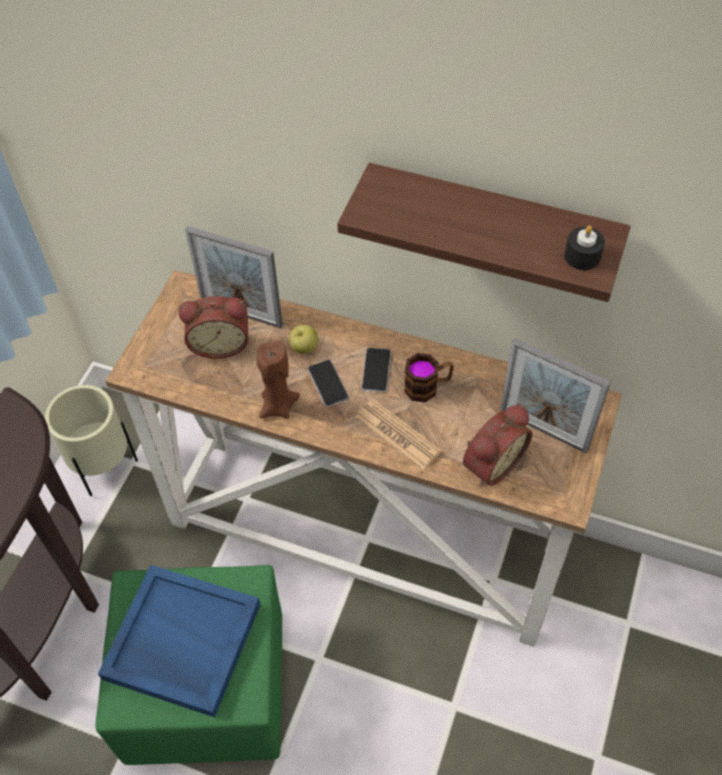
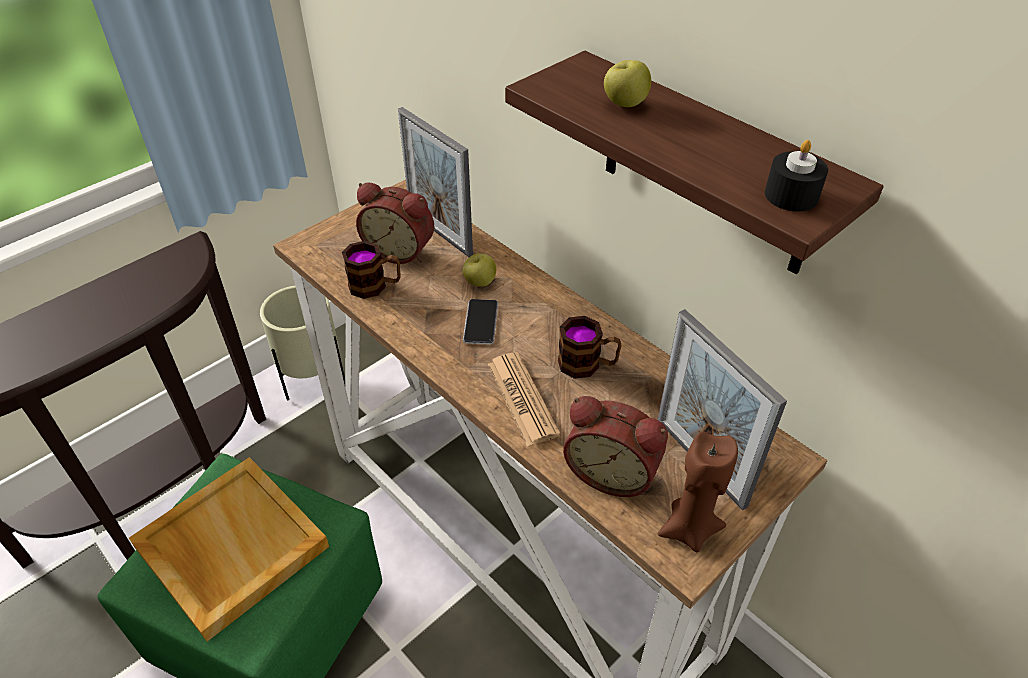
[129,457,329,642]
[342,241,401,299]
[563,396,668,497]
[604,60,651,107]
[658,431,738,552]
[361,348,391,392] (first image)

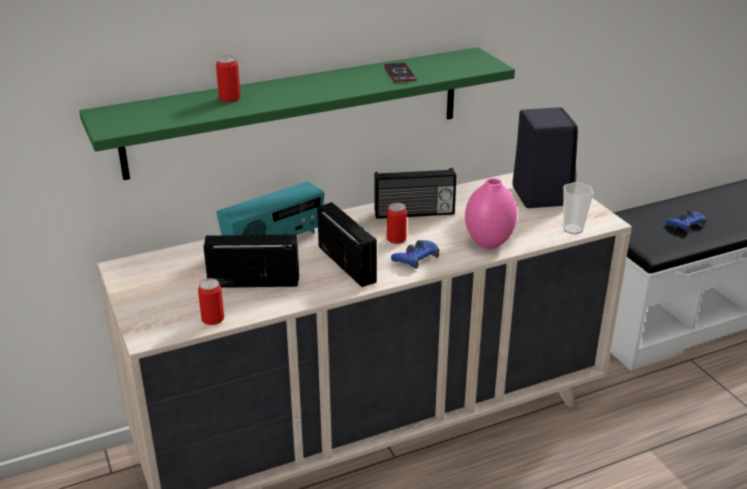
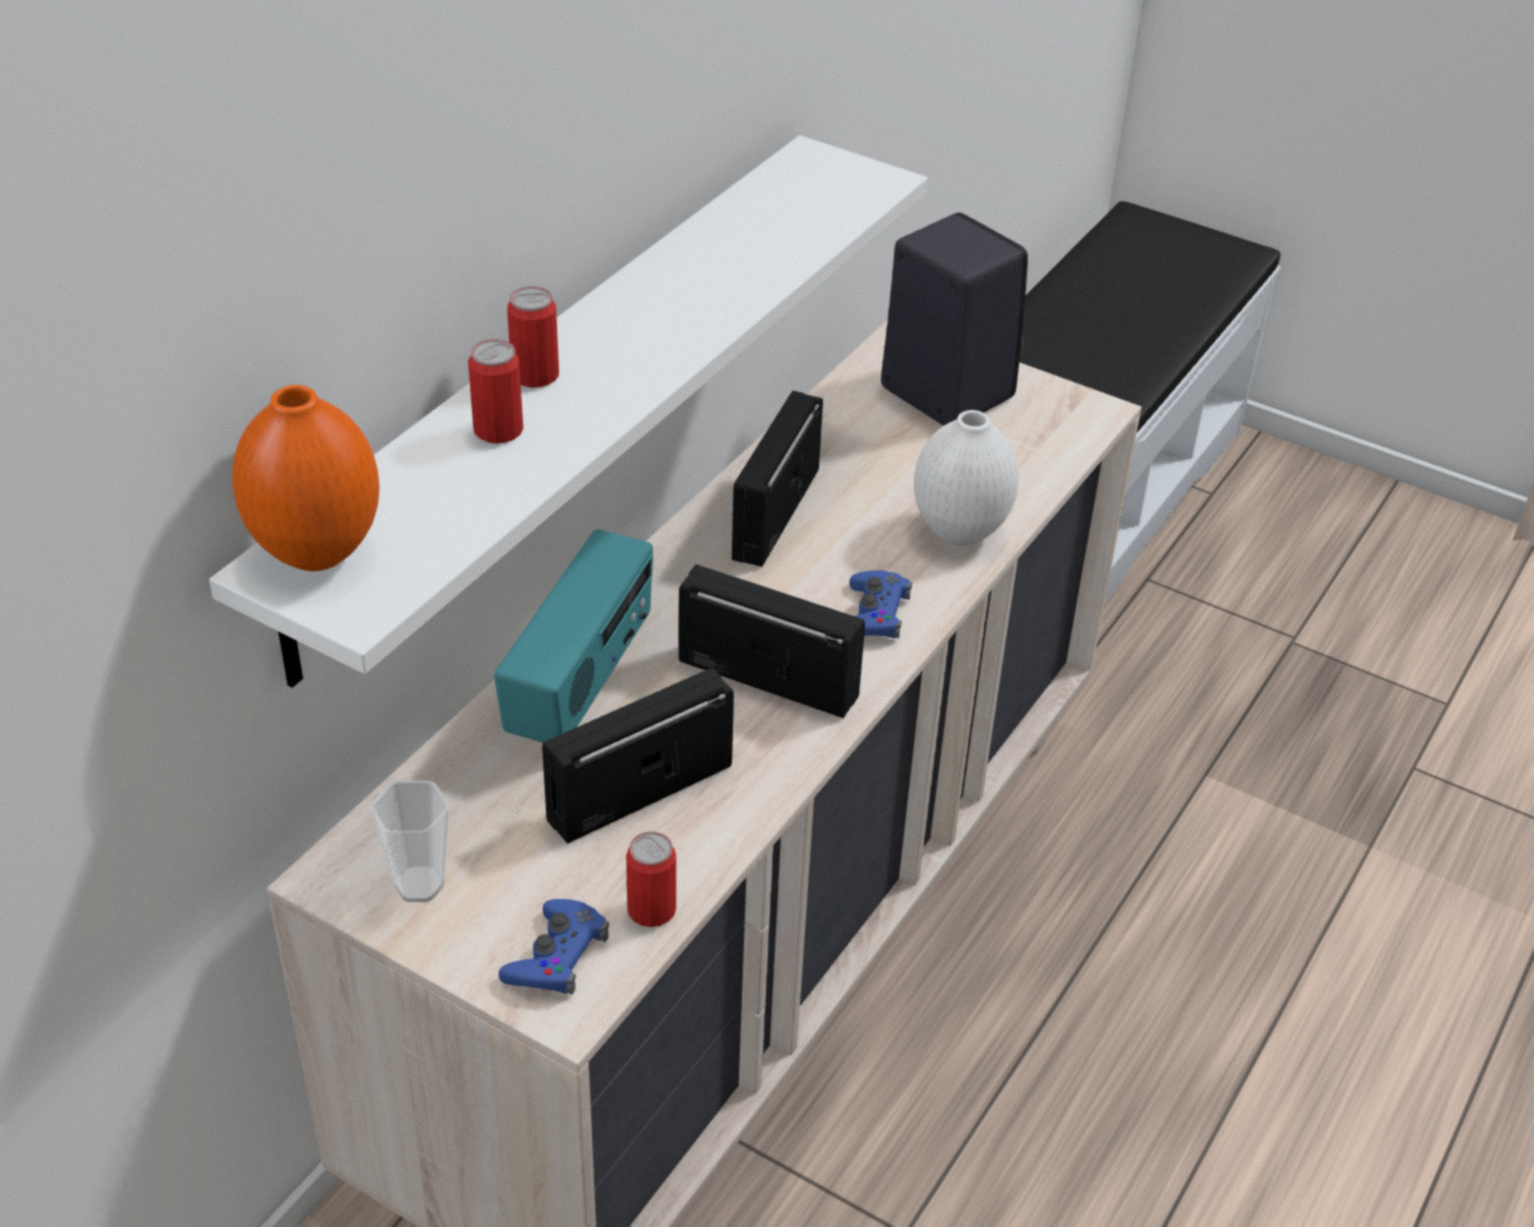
[209,135,928,688]
[232,385,379,571]
[370,781,449,902]
[499,899,609,995]
[507,286,559,387]
[730,390,823,567]
[914,410,1019,546]
[384,63,417,82] (first image)

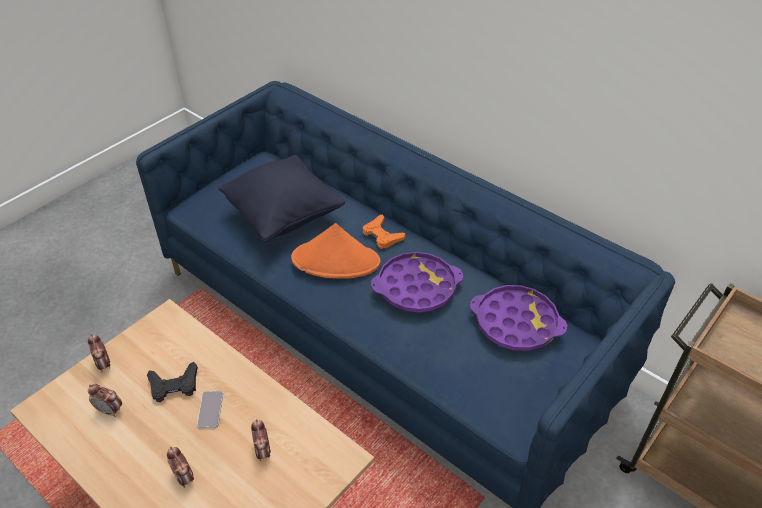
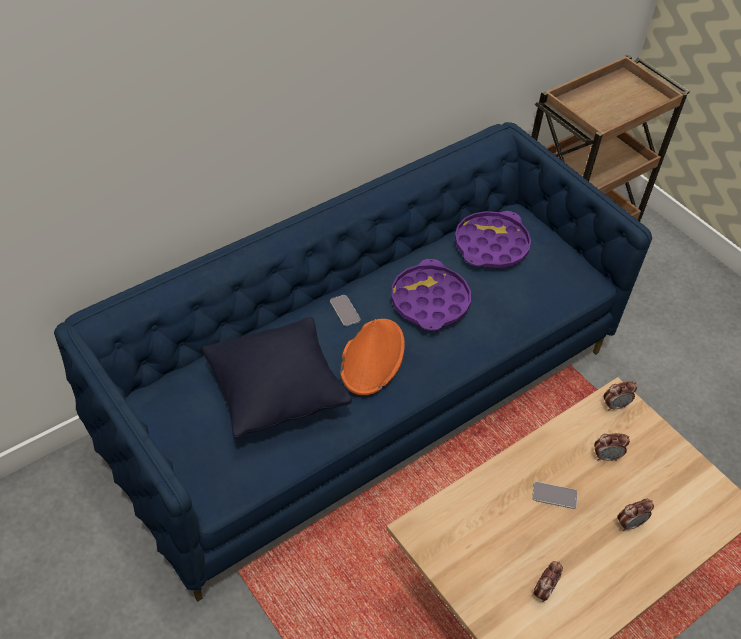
[330,295,361,326]
[603,381,637,411]
[147,361,198,402] (first image)

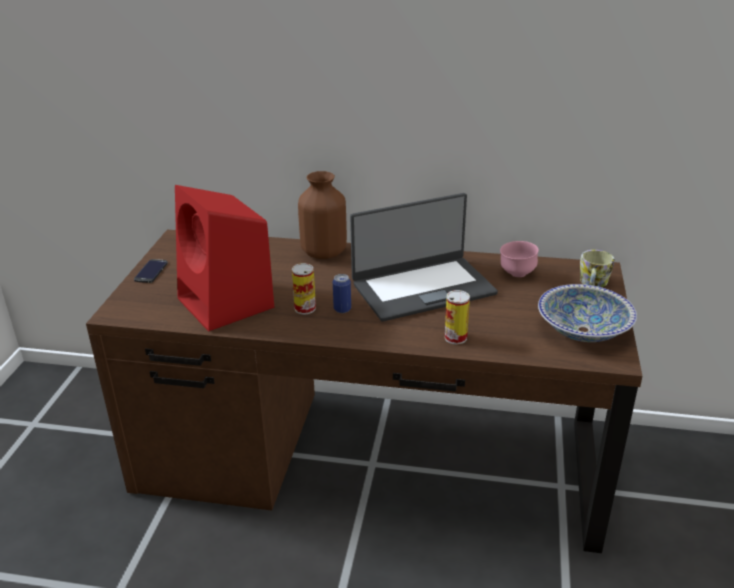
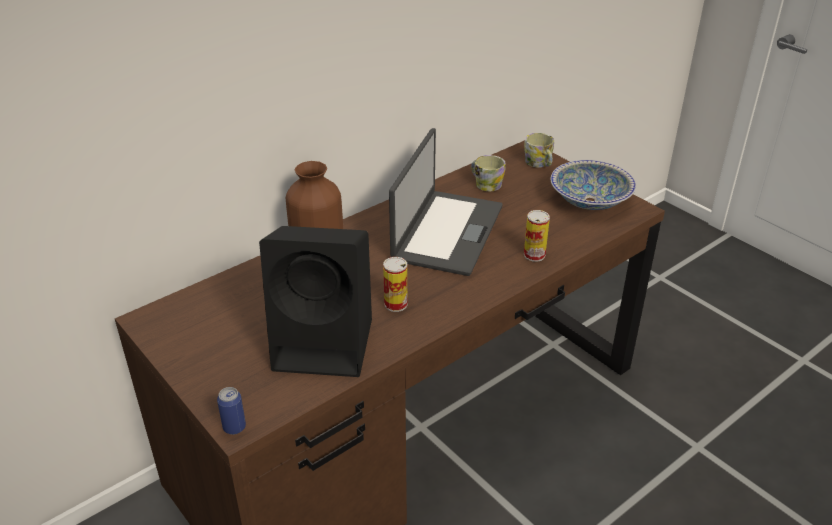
[217,387,246,435]
[259,226,372,377]
[471,155,505,191]
[134,259,168,283] (first image)

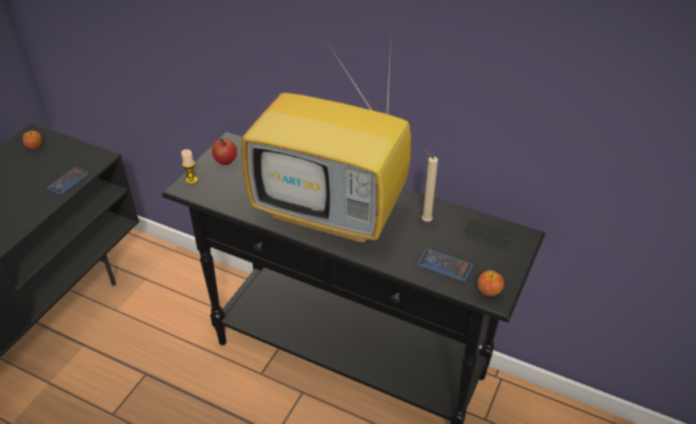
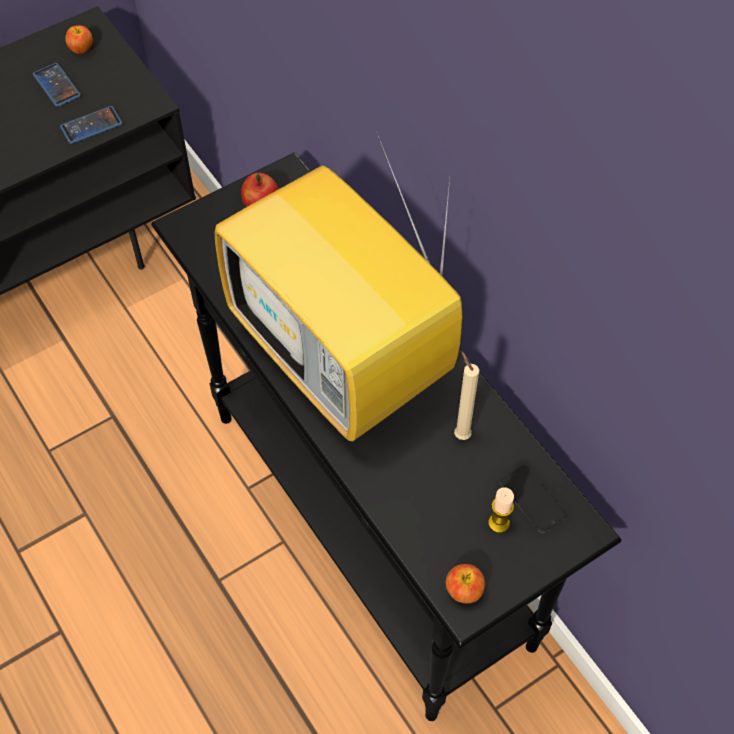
[33,63,81,107]
[488,487,514,533]

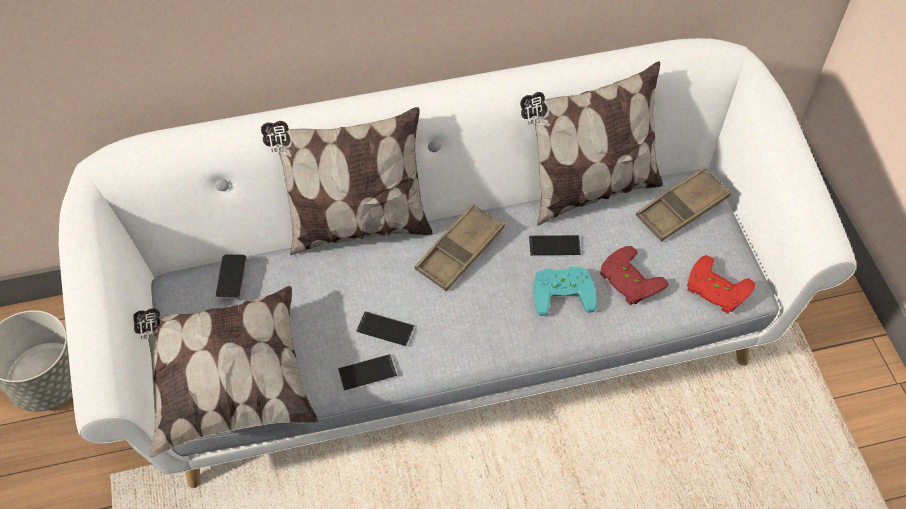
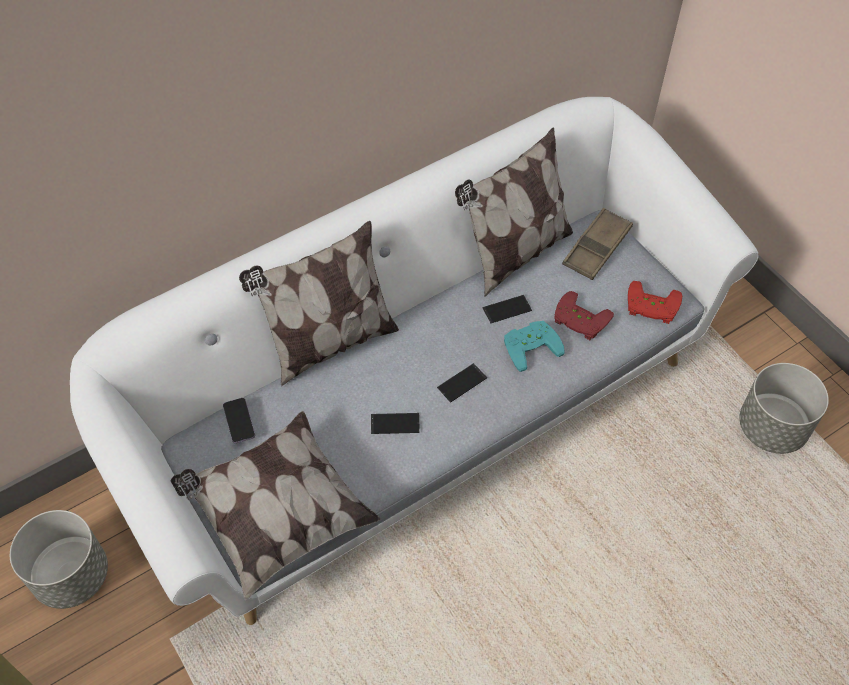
[437,363,487,403]
[739,363,829,454]
[415,204,504,291] (first image)

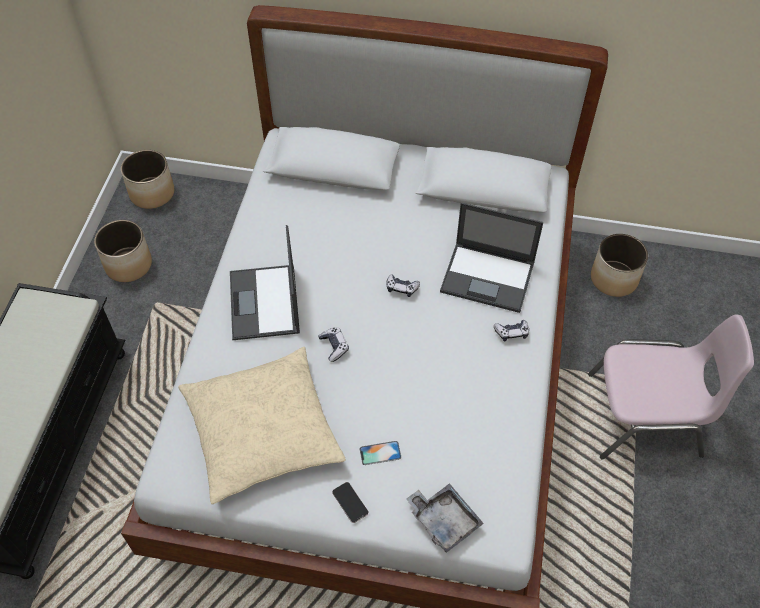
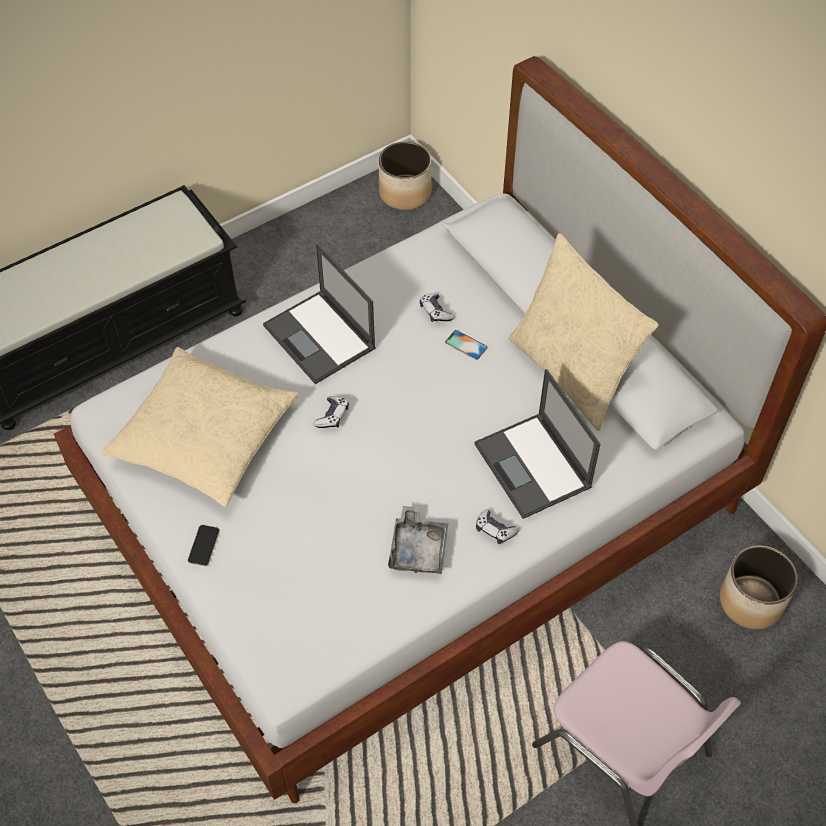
[263,244,376,384]
[388,506,448,574]
[420,293,454,322]
[445,330,488,360]
[509,233,658,431]
[94,220,152,282] (first image)

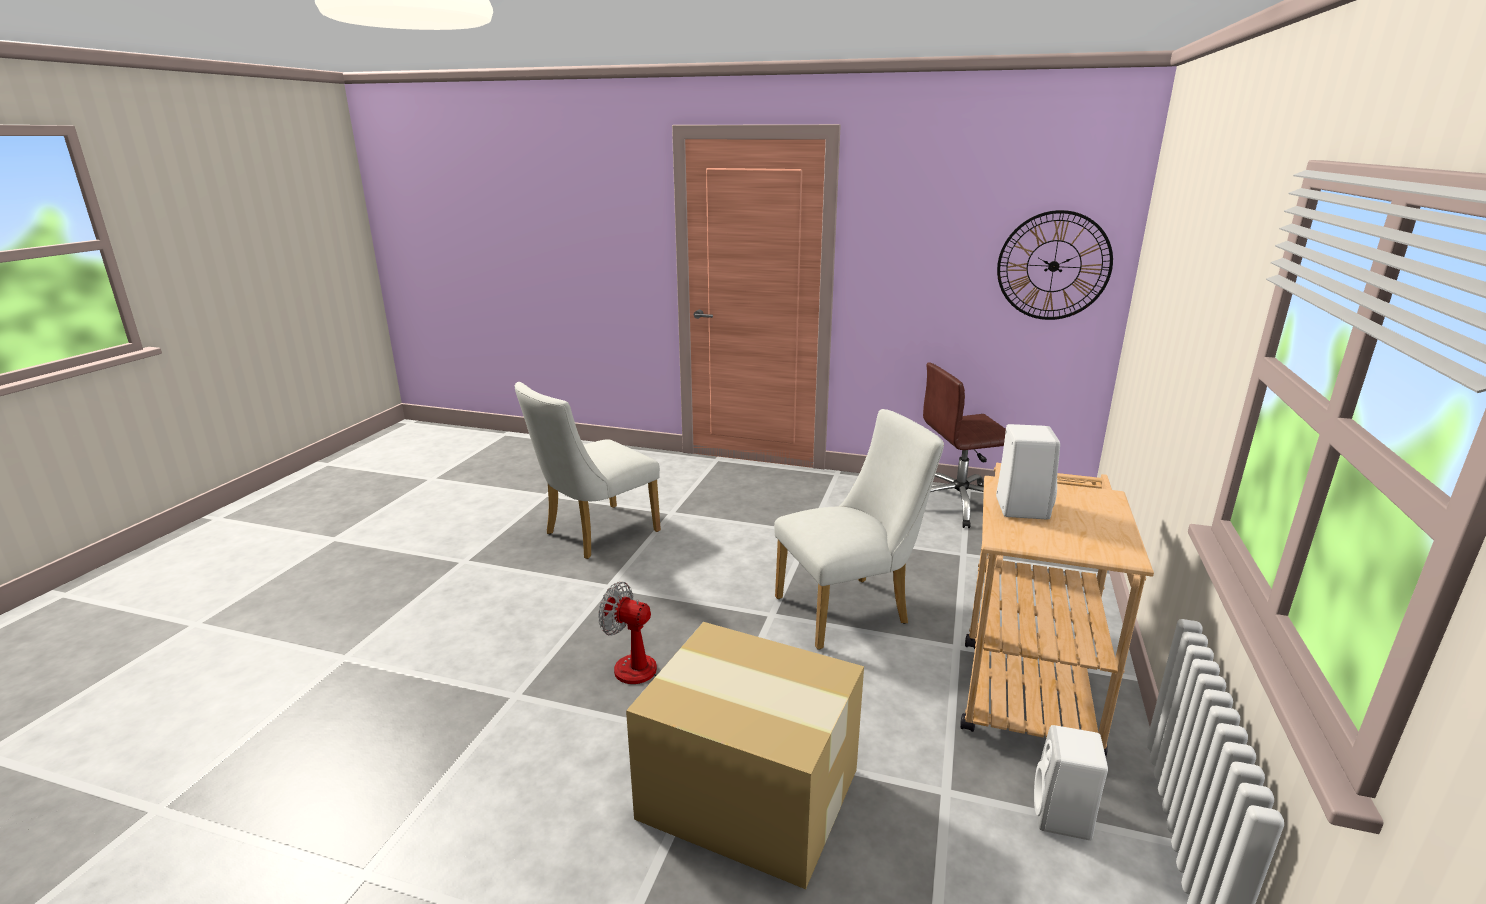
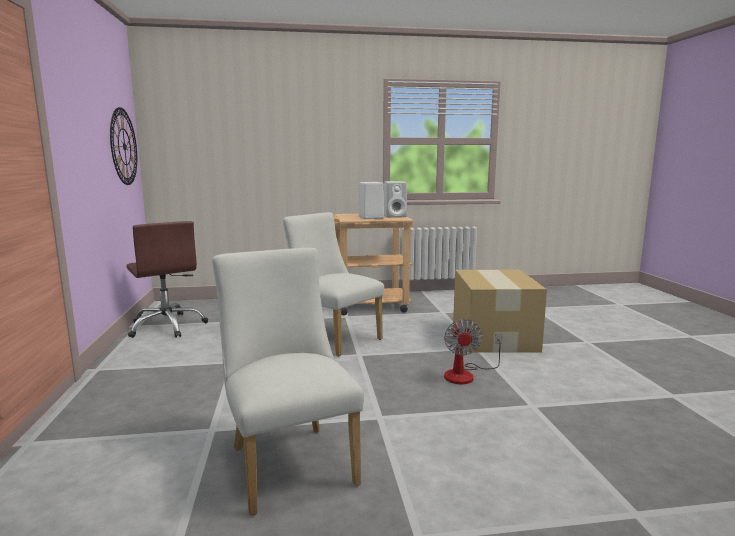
[212,248,364,516]
[384,181,407,218]

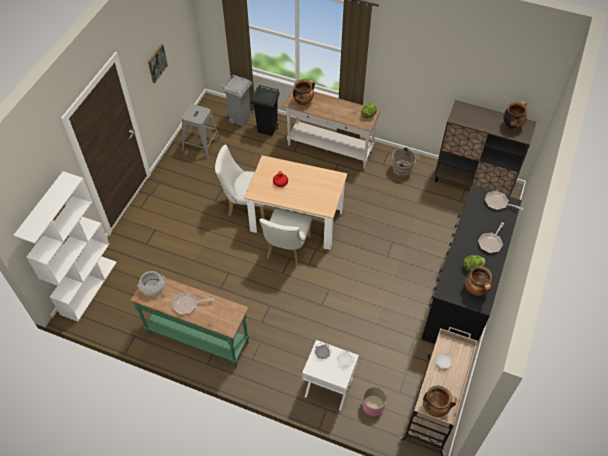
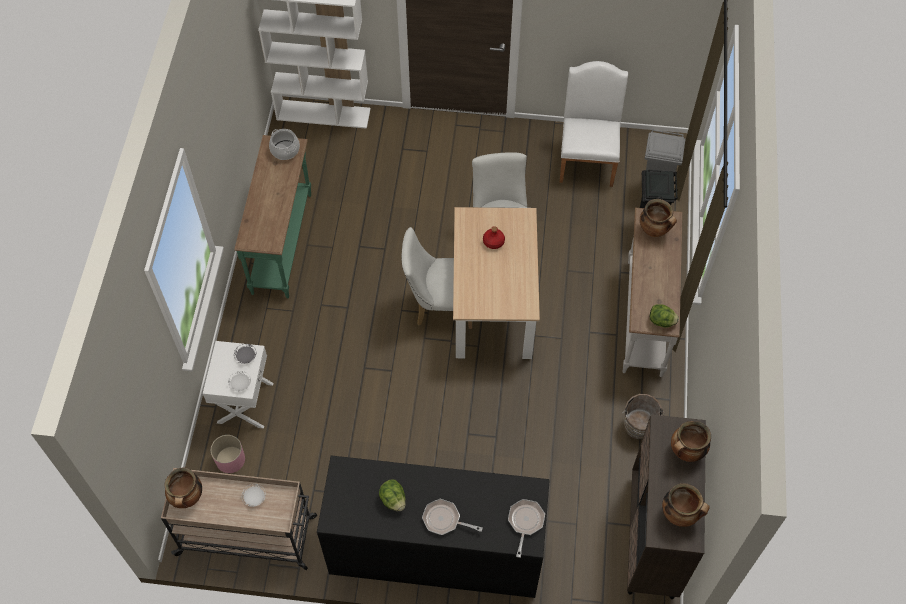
[560,61,628,187]
[671,421,711,462]
[148,44,168,83] (first image)
[172,292,214,314] (first image)

